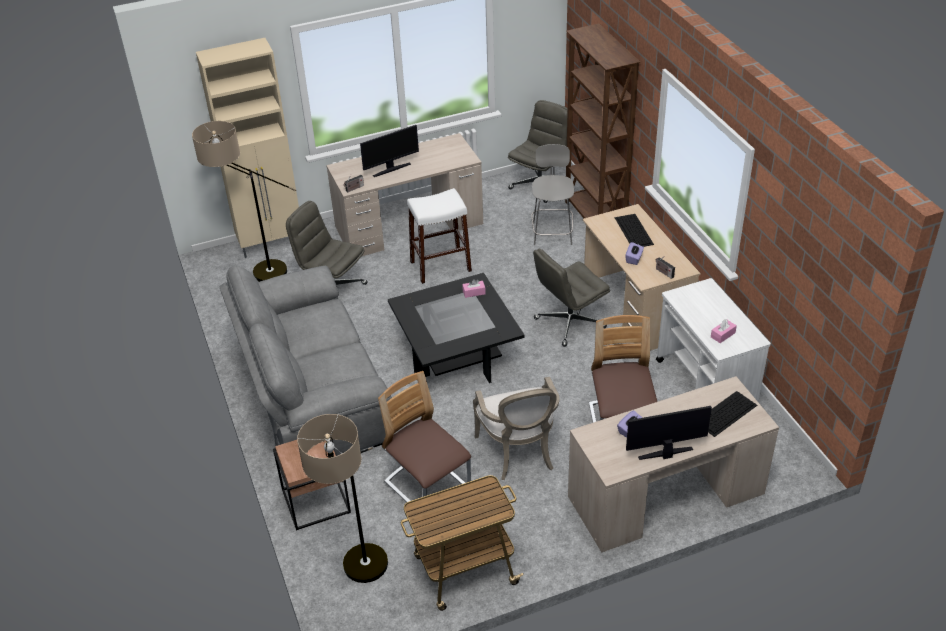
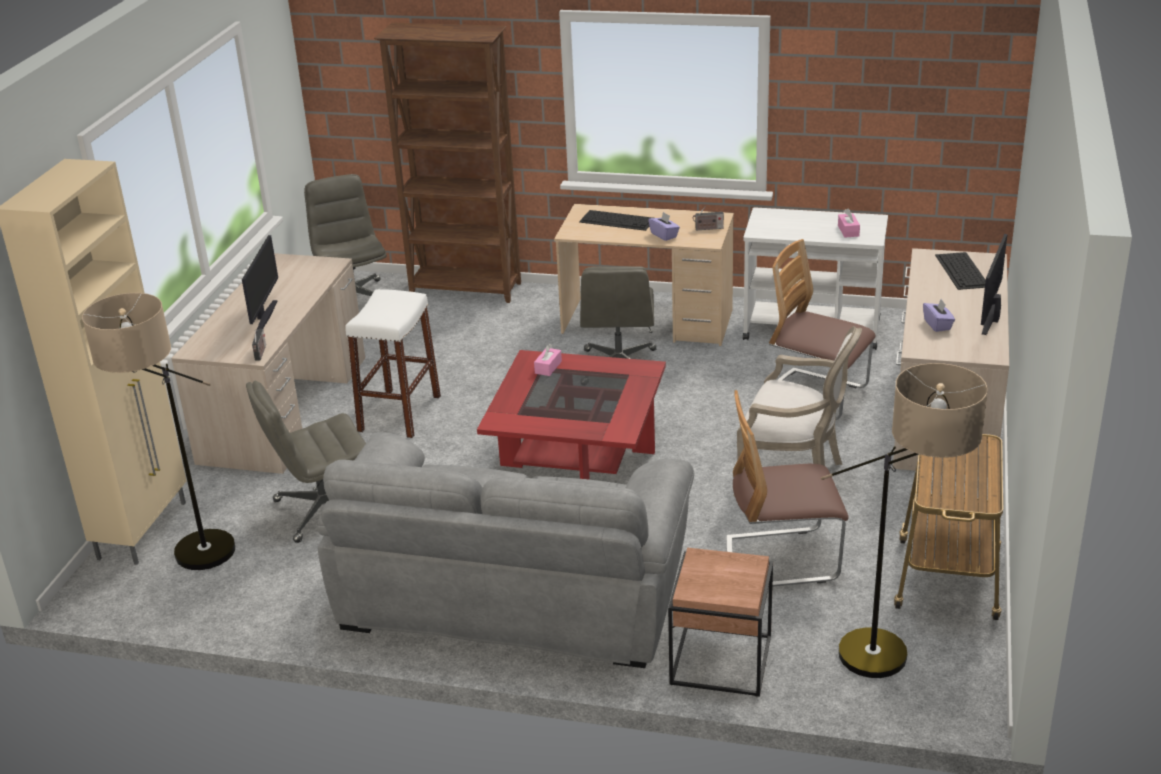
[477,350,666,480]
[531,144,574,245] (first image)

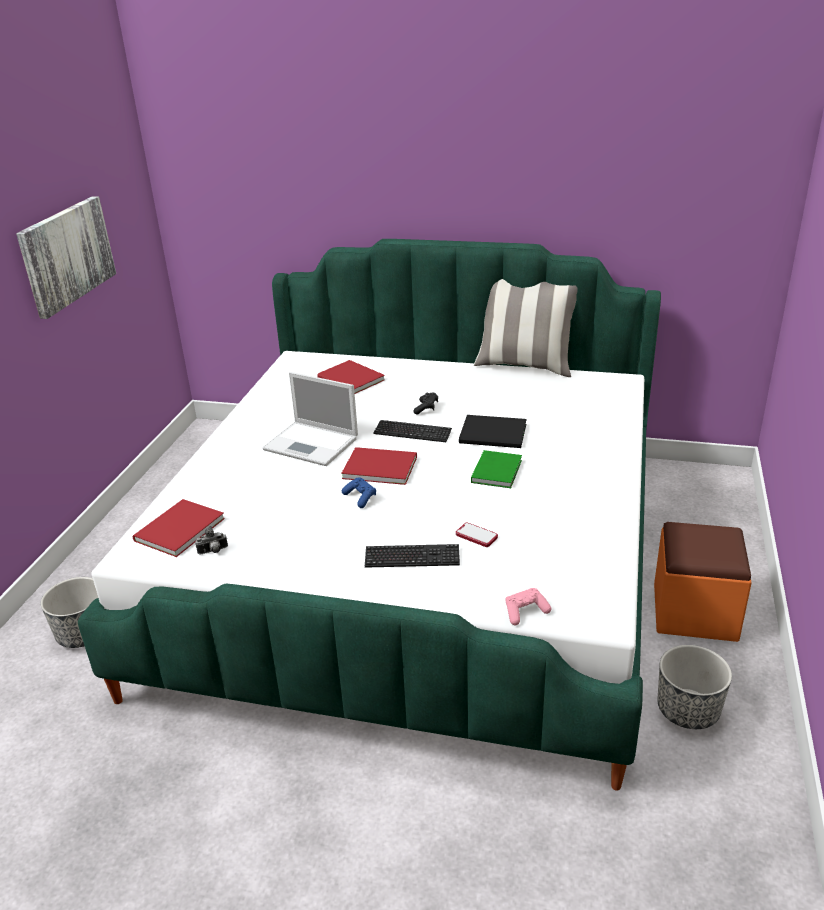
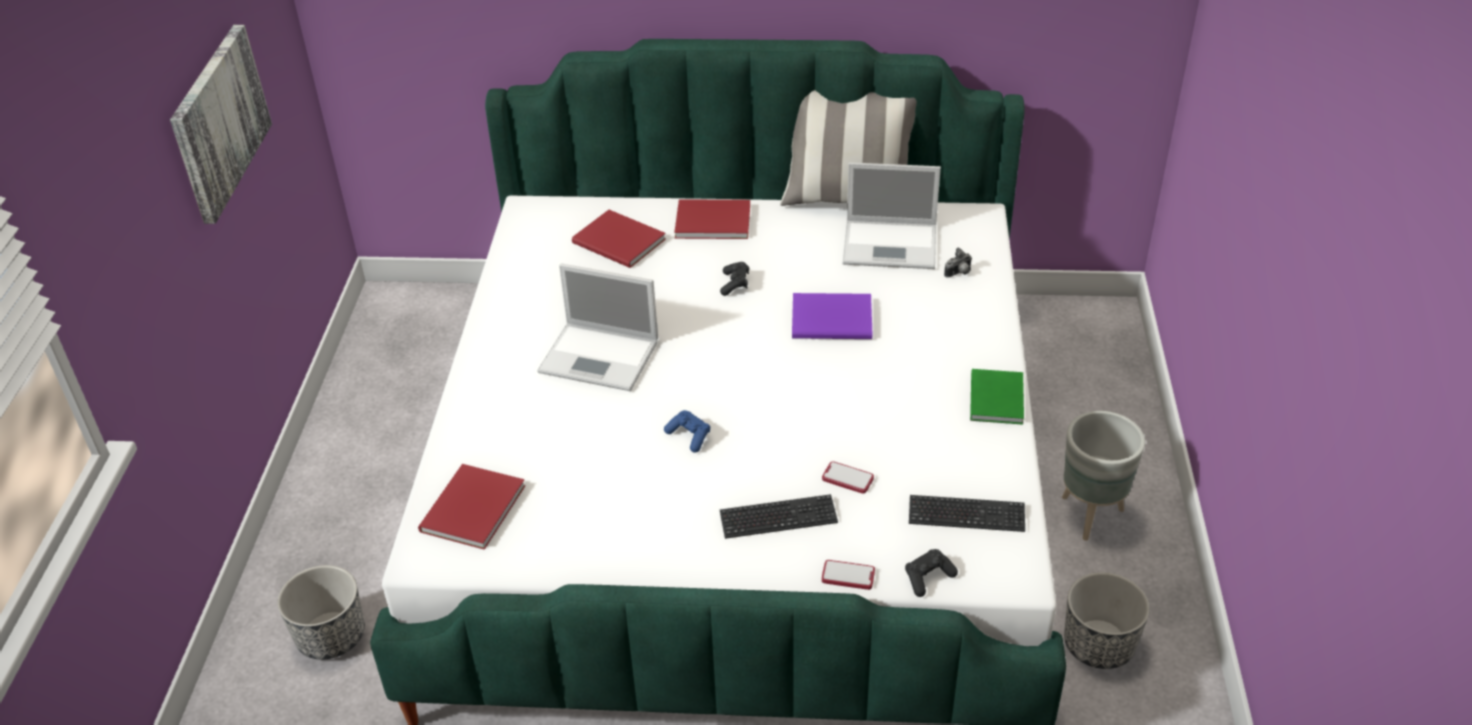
[674,199,750,239]
[792,293,872,339]
[822,560,875,590]
[843,162,941,269]
[905,549,958,597]
[909,495,1025,532]
[944,247,972,278]
[970,369,1024,425]
[1062,411,1145,541]

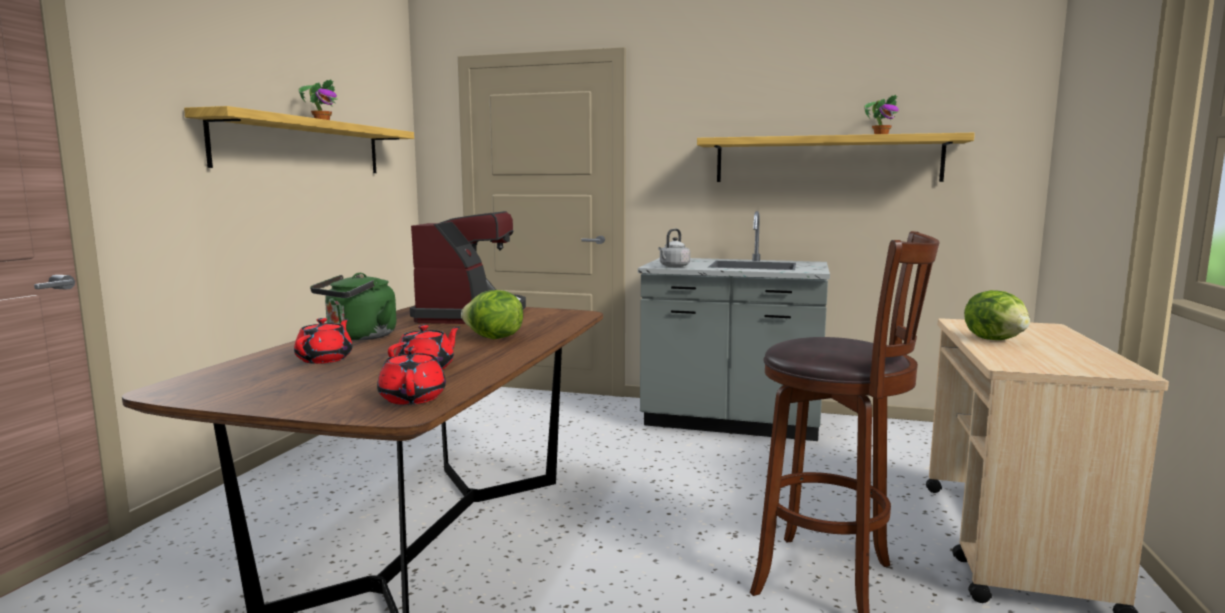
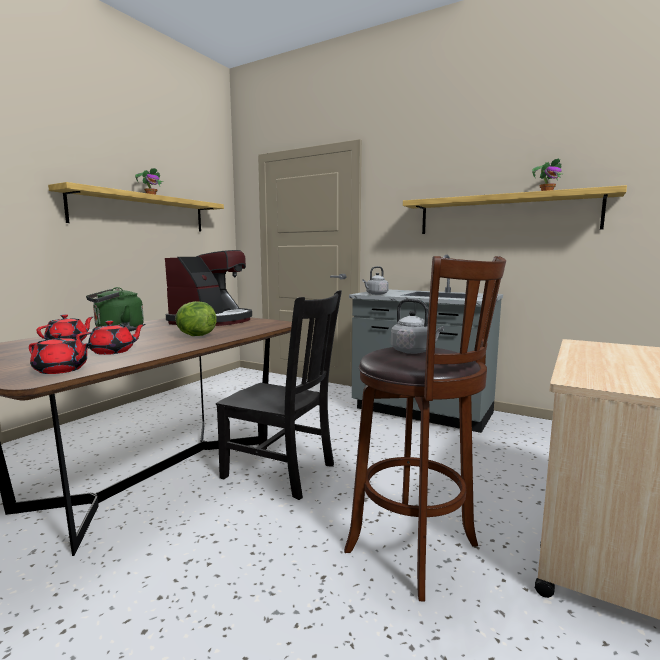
[29,333,92,374]
[216,290,342,500]
[391,299,444,354]
[964,290,1030,340] (first image)

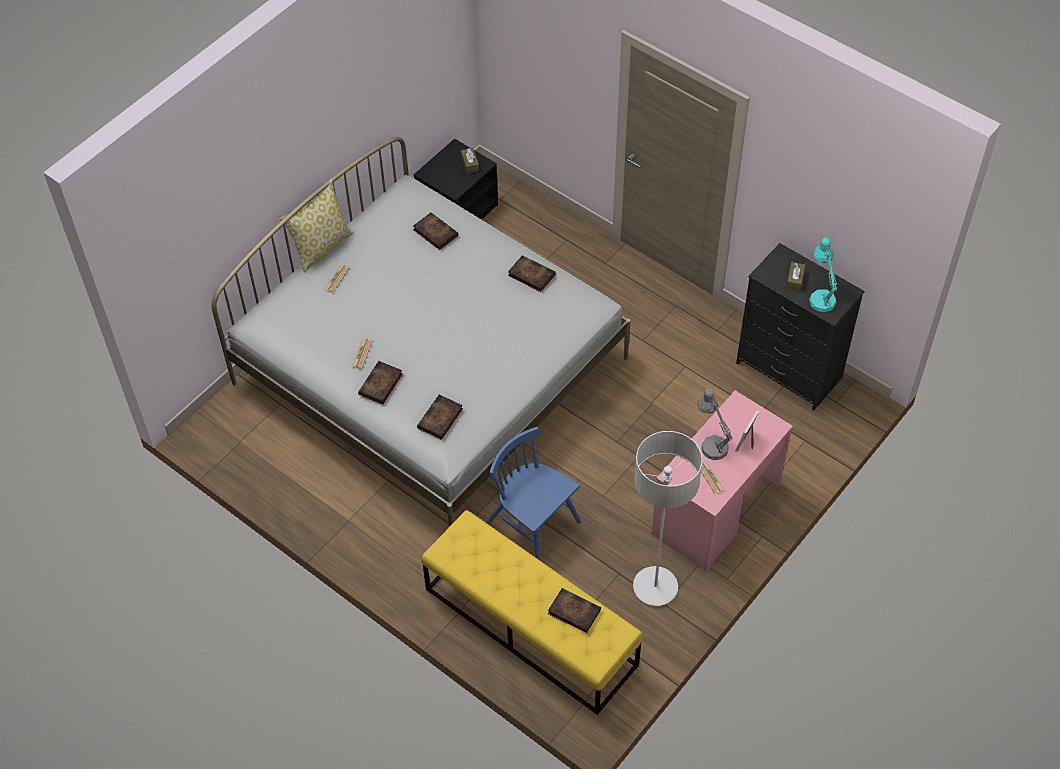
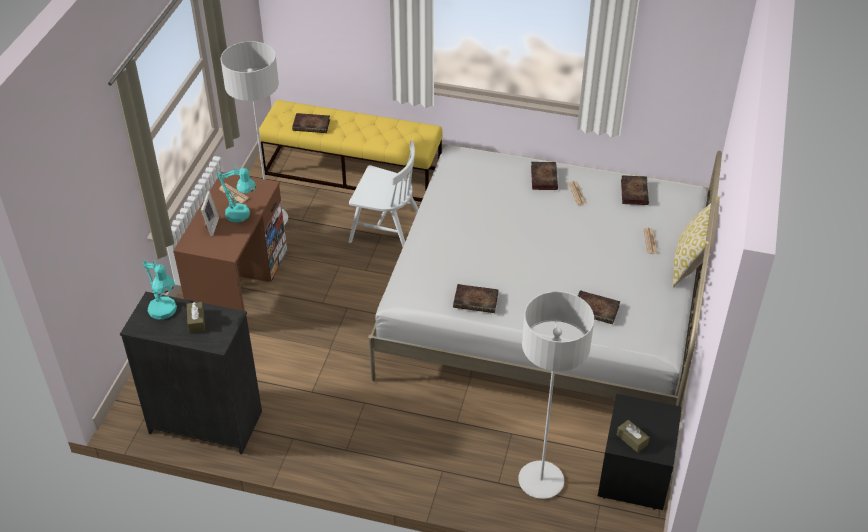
[173,172,287,311]
[217,167,256,222]
[349,140,419,247]
[518,291,594,499]
[621,175,649,205]

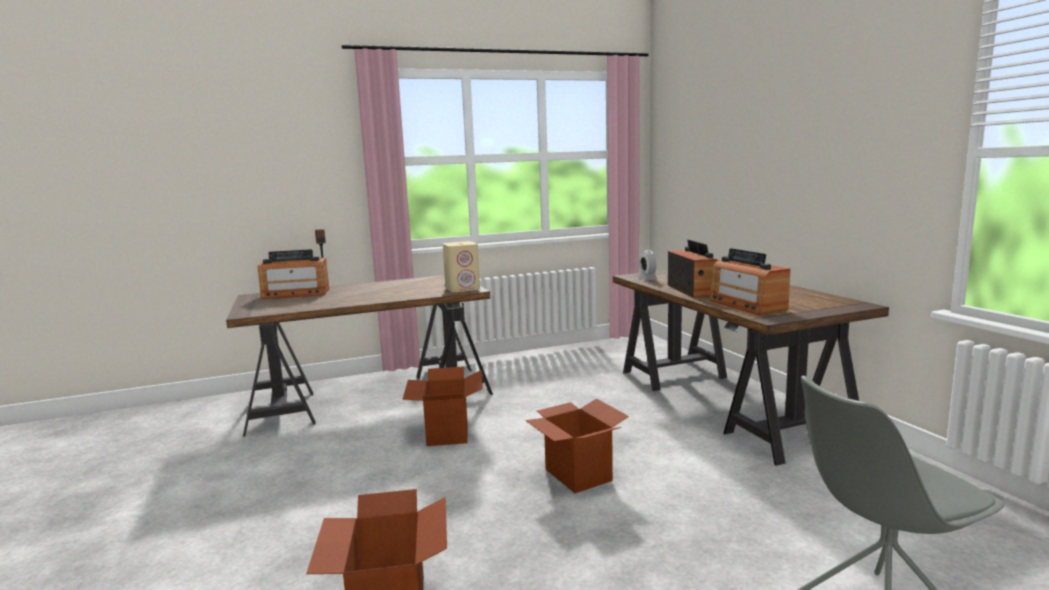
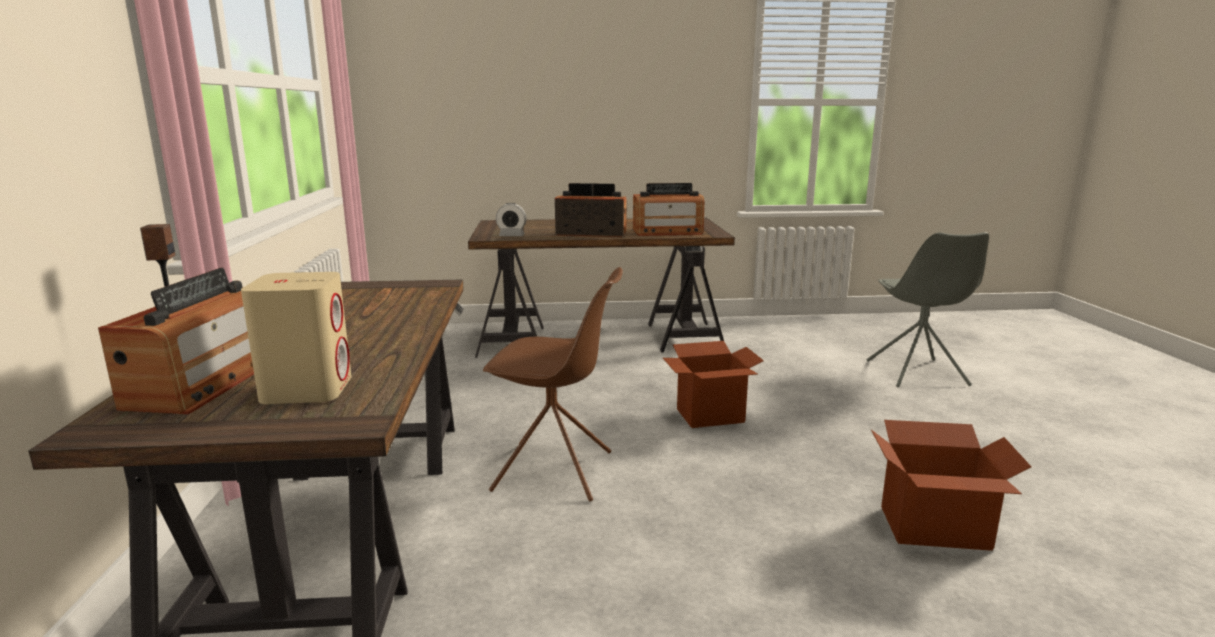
[241,272,352,404]
[483,267,623,502]

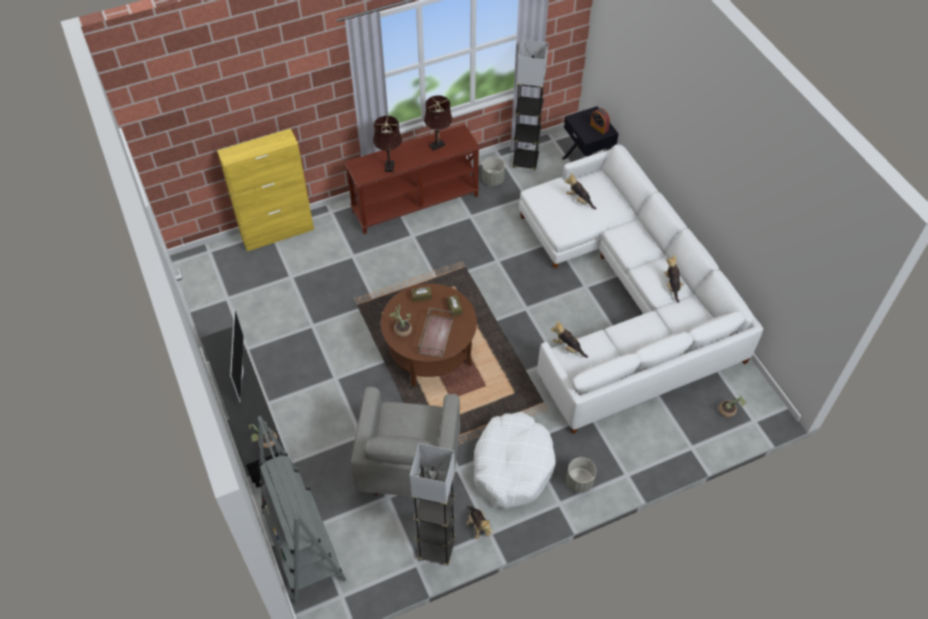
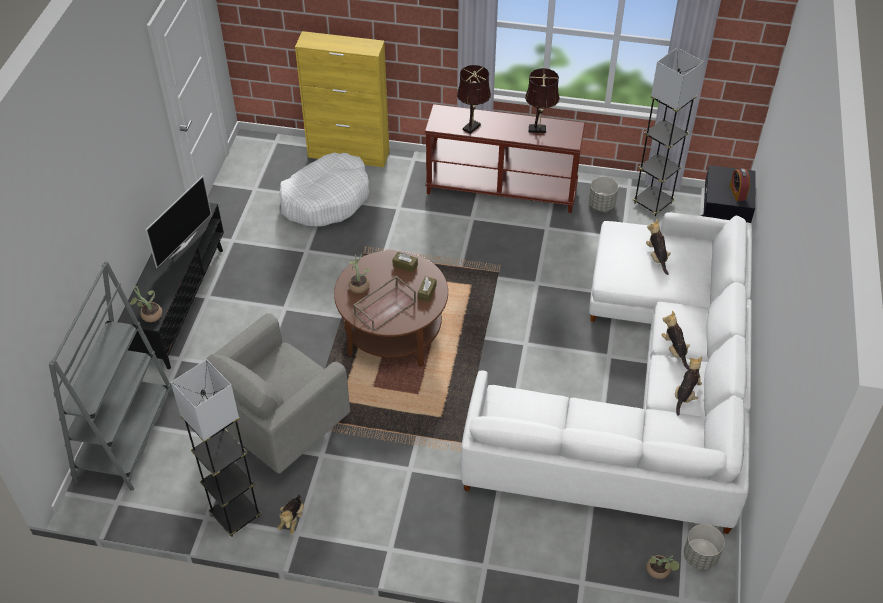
[279,153,369,227]
[662,311,690,370]
[684,524,725,570]

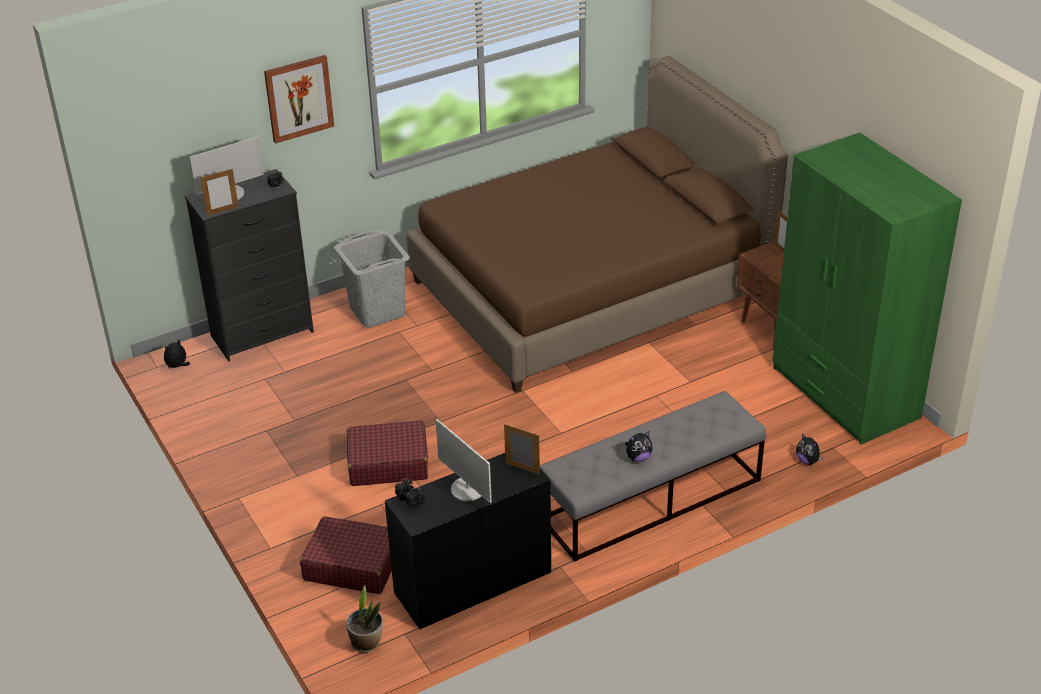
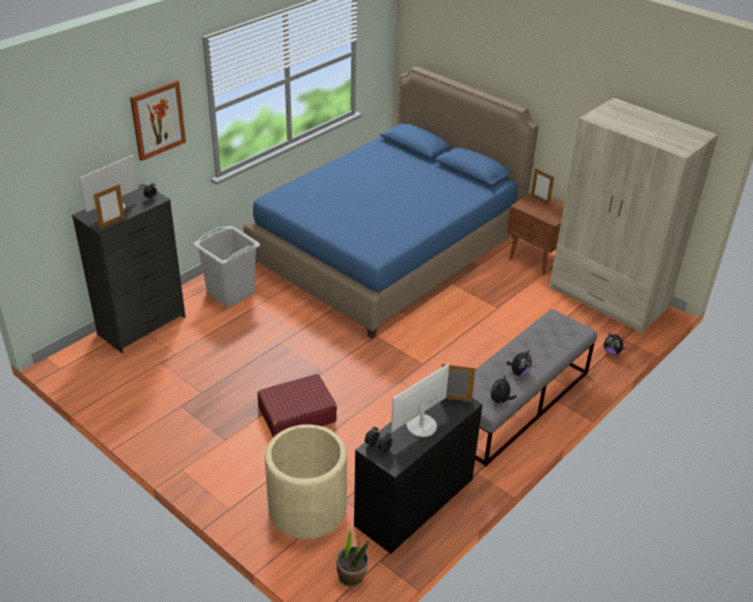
[243,66,539,339]
[265,424,347,539]
[391,364,449,437]
[491,375,517,405]
[550,98,718,333]

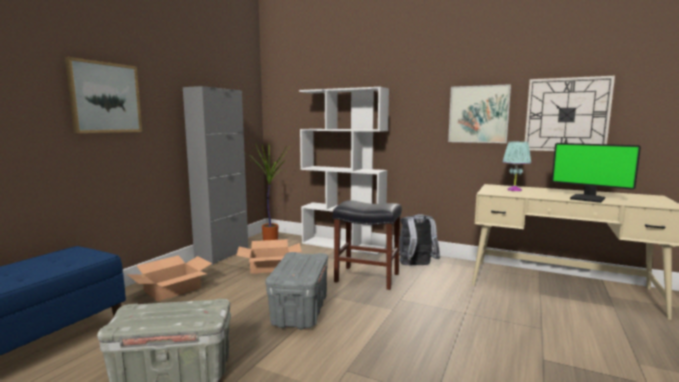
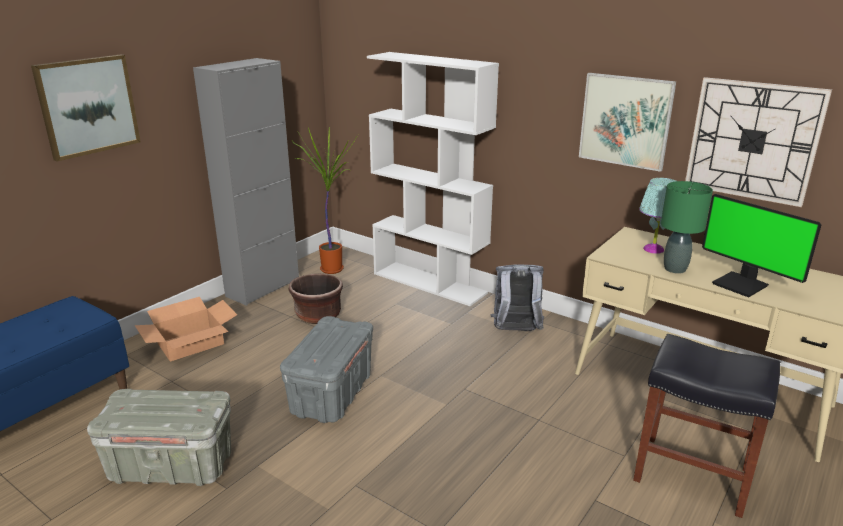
[288,273,343,324]
[633,334,780,518]
[661,181,713,274]

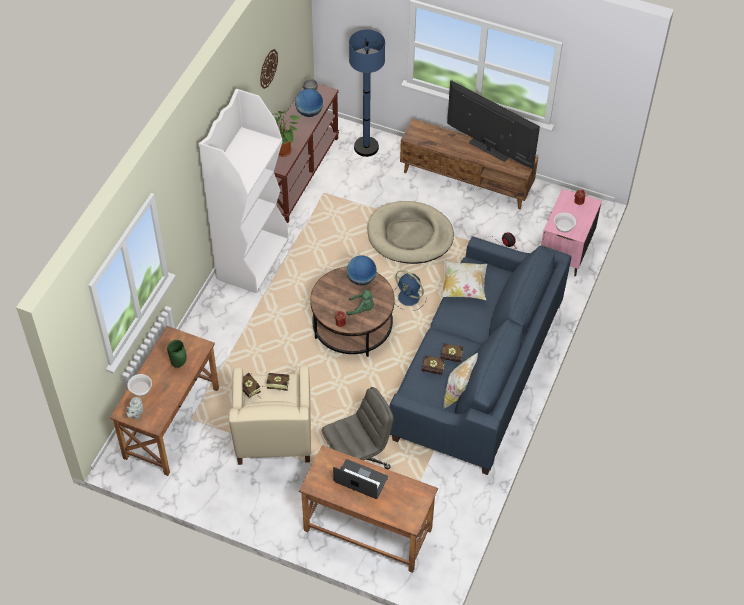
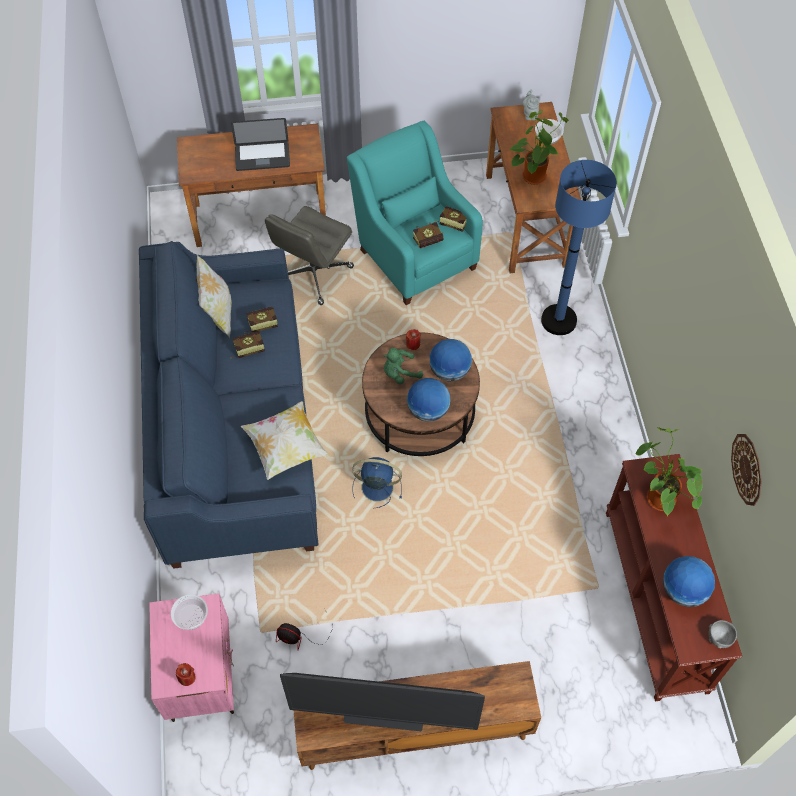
[347,121,483,305]
[430,339,472,381]
[509,110,569,185]
[541,160,617,335]
[199,89,288,293] (first image)
[367,201,454,264] (first image)

